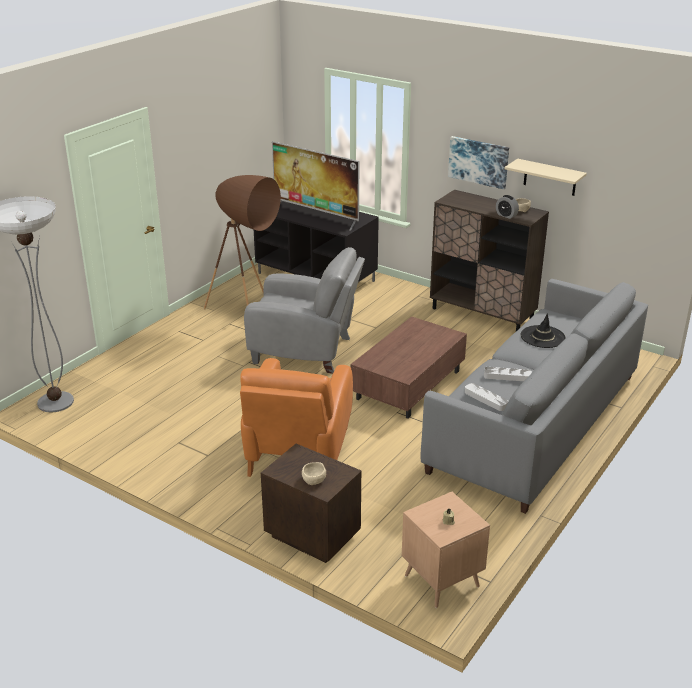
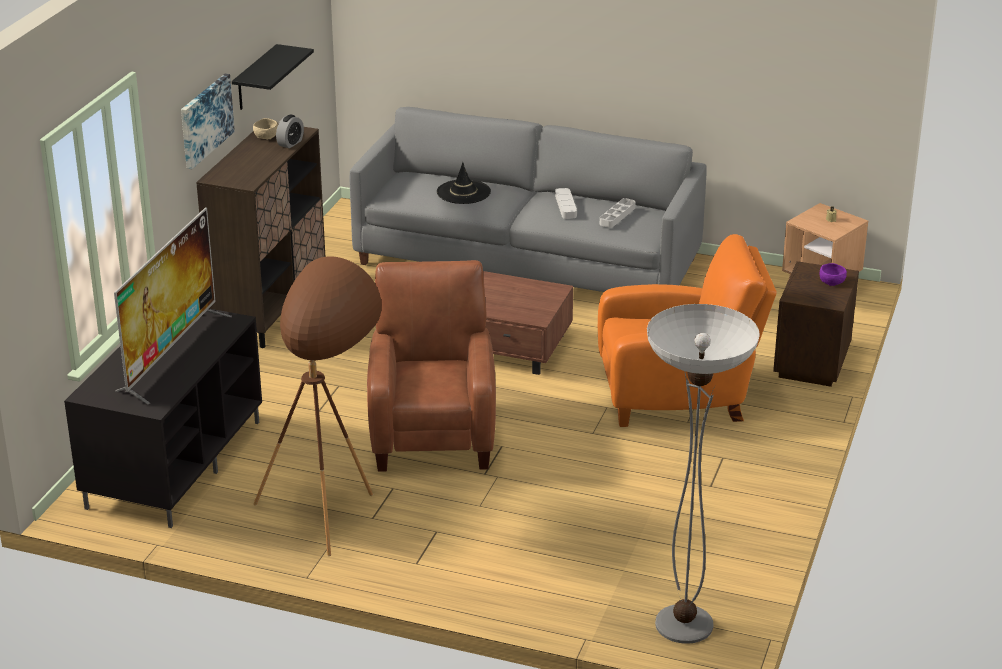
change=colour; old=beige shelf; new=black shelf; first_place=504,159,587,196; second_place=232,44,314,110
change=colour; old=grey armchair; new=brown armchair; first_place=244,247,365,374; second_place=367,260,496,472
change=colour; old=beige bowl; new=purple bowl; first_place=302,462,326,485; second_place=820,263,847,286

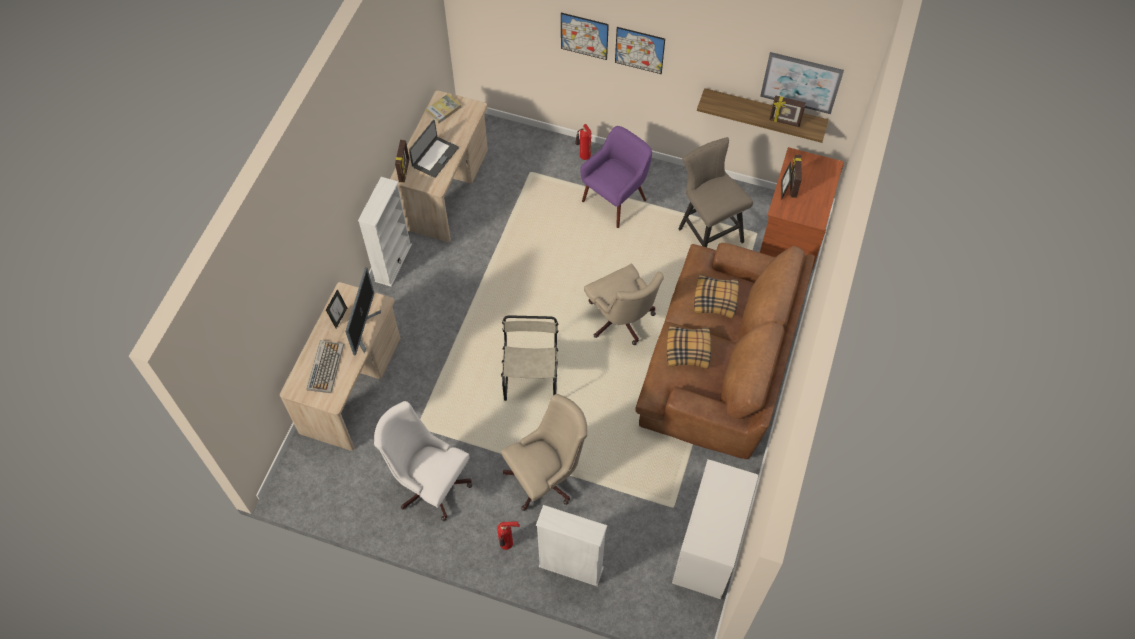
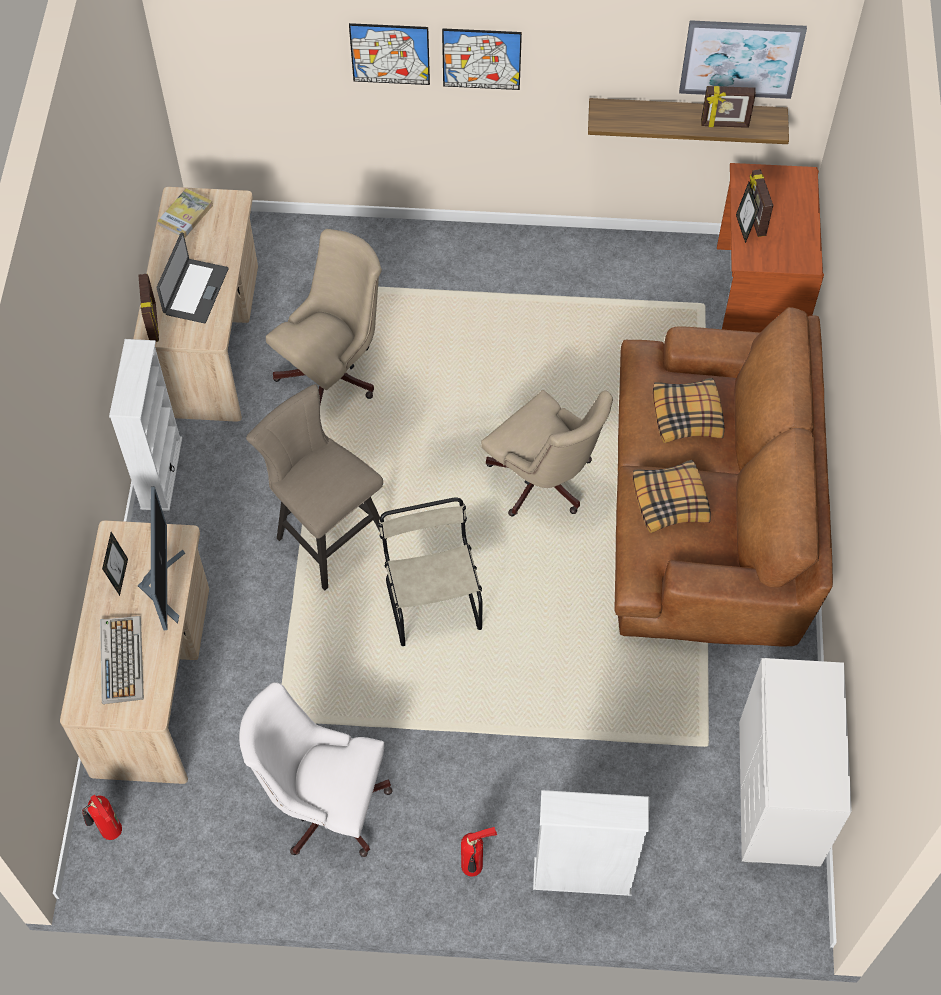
change=relocated; old=fire extinguisher; first_place=575,124,592,160; second_place=82,795,122,840
change=missing; old=purple armchair; first_place=580,126,652,228
change=relocated; old=beige stool; first_place=678,137,753,247; second_place=246,384,387,591
change=relocated; old=beige office chair; first_place=501,394,587,511; second_place=266,229,382,404

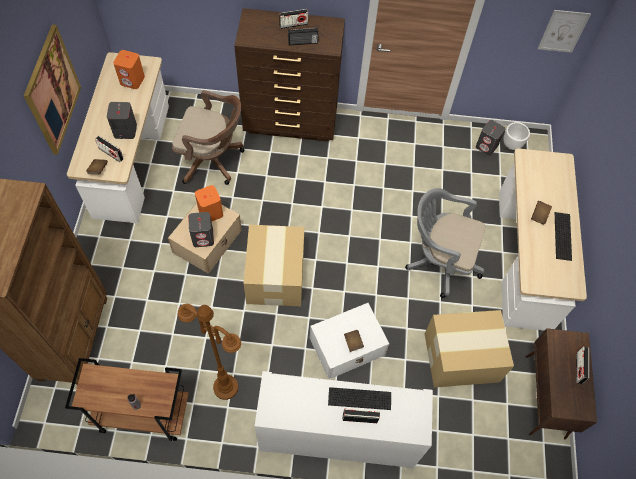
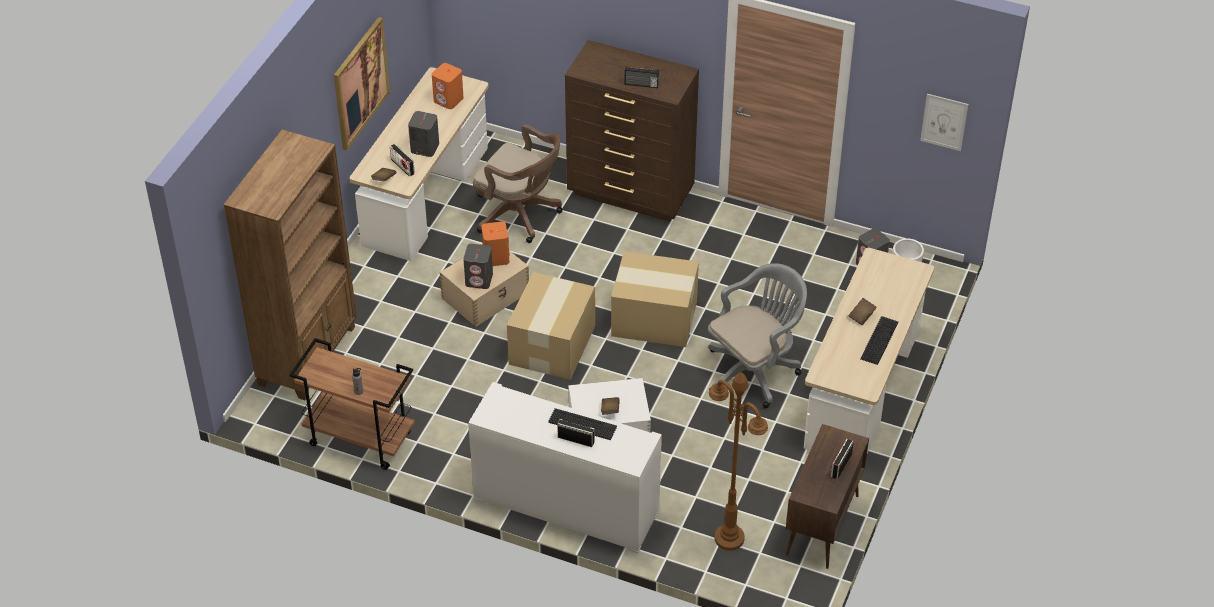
change=missing; old=radio; first_place=279,9,308,29
change=spun; old=grey office chair; first_place=405,188,486,298; second_place=708,263,807,408; degrees=105
change=relocated; old=brown floor lamp; first_place=178,304,241,400; second_place=709,372,768,550
change=relocated; old=cardboard box; first_place=425,310,514,388; second_place=611,251,699,347

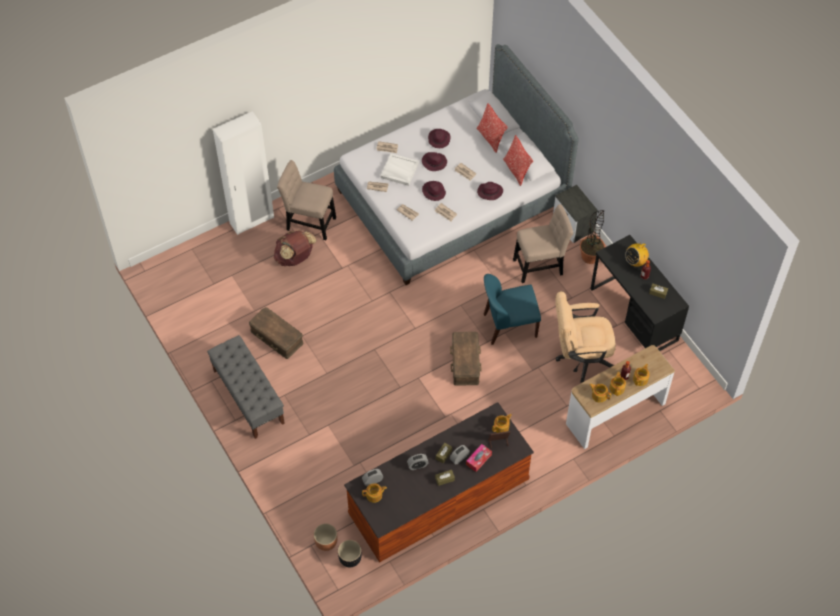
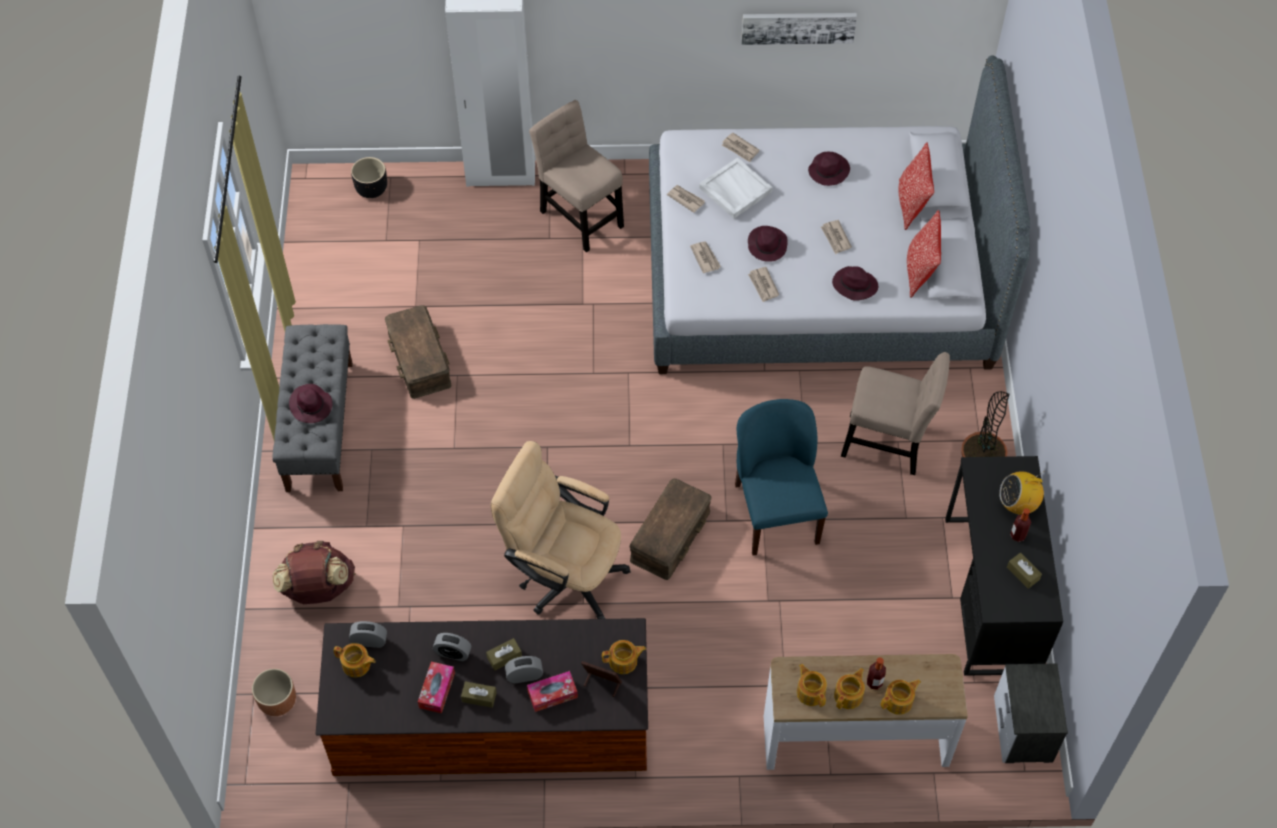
change=relocated; old=purple hat; first_place=422,152,447,171; second_place=289,384,333,423
change=relocated; old=nightstand; first_place=553,185,598,243; second_place=994,664,1068,763
change=relocated; old=brown backpack; first_place=274,230,316,266; second_place=272,541,356,604
change=spun; old=blue chair; first_place=484,274,541,345; second_place=735,399,828,556; degrees=60
change=relocated; old=beige office chair; first_place=555,291,616,383; second_place=490,441,631,619
change=relocated; old=black planter; first_place=338,540,362,567; second_place=351,157,387,198
change=appeared; new=picture; second_place=741,13,857,45
change=appeared; new=tissue box; second_place=418,662,455,713

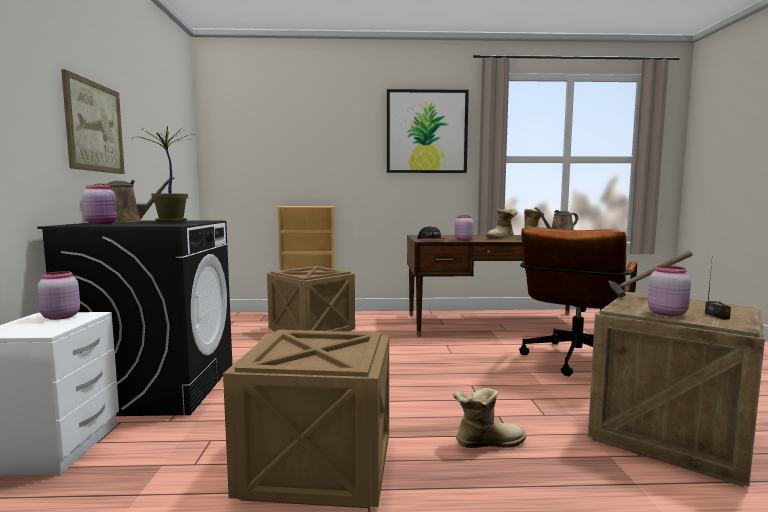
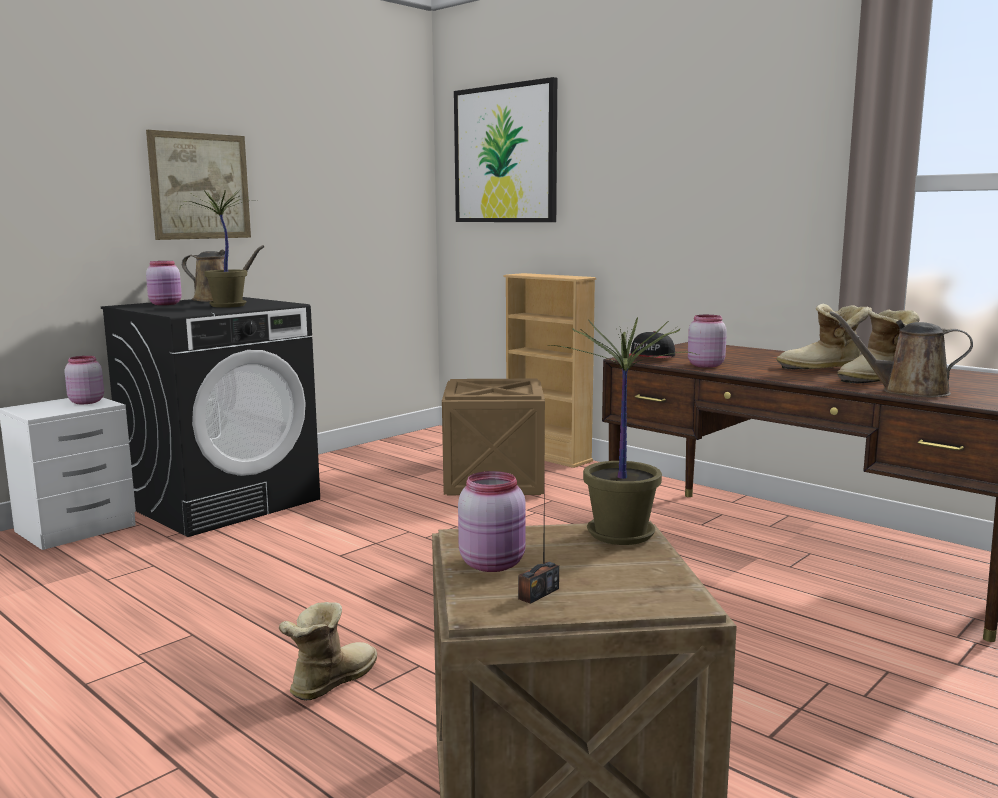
change=relocated; old=picture; first_place=387,89,469,173; second_place=454,77,557,222
change=missing; old=brown office chair; first_place=519,227,637,376
change=exchanged; old=hammer; new=potted plant; first_place=608,250,692,298; second_place=550,317,698,545
change=missing; old=crate; first_place=223,330,389,508
change=spun; old=boot; first_place=453,388,526,448; second_place=279,602,377,701; degrees=-90

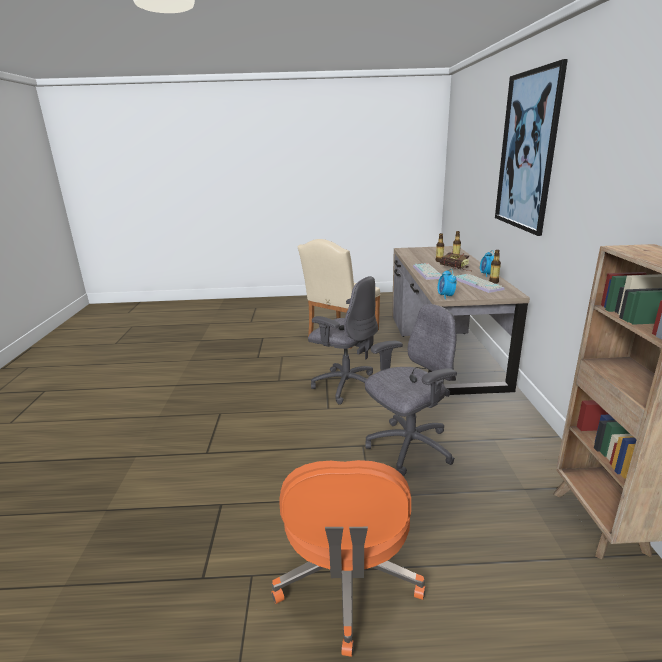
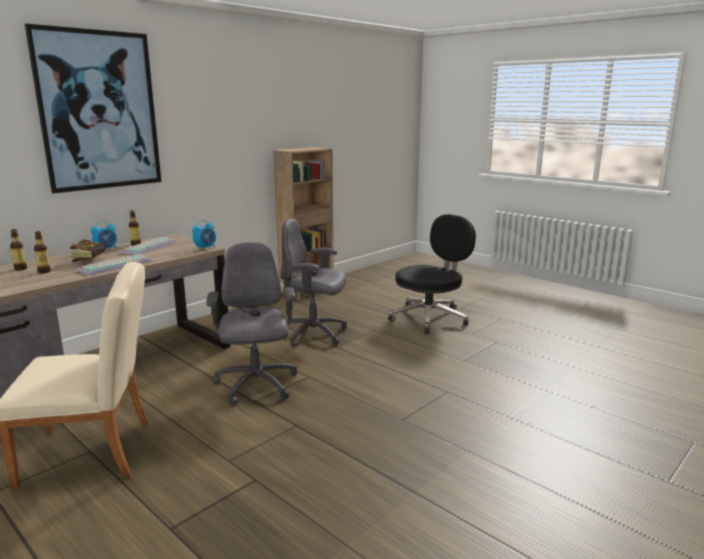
change=colour; old=orange office chair; new=black office chair; first_place=271,460,425,657; second_place=388,214,476,334

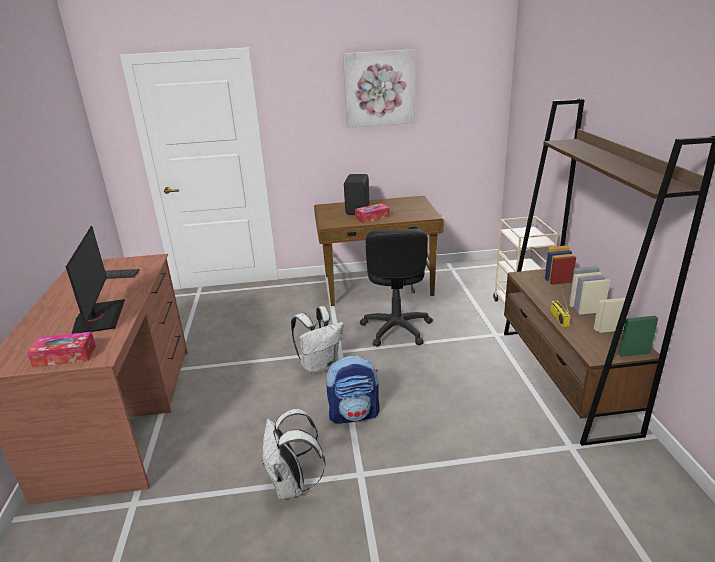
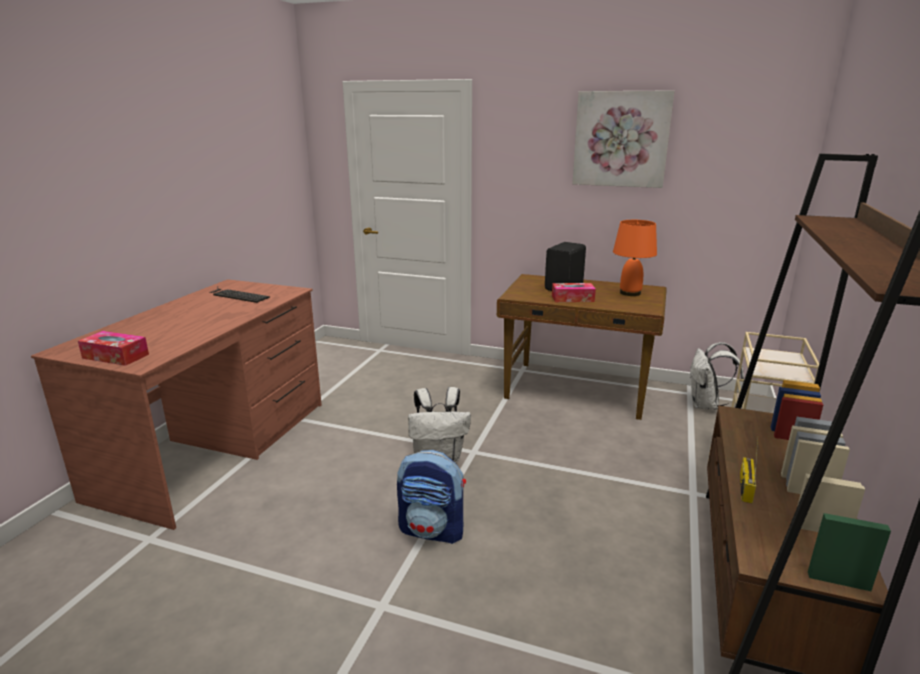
change=missing; old=monitor; first_place=66,226,125,334
change=missing; old=black office chair; first_place=360,229,433,347
change=relocated; old=white backpack; first_place=263,409,326,499; second_place=690,342,744,410
change=appeared; new=orange table lamp; second_place=613,220,657,296

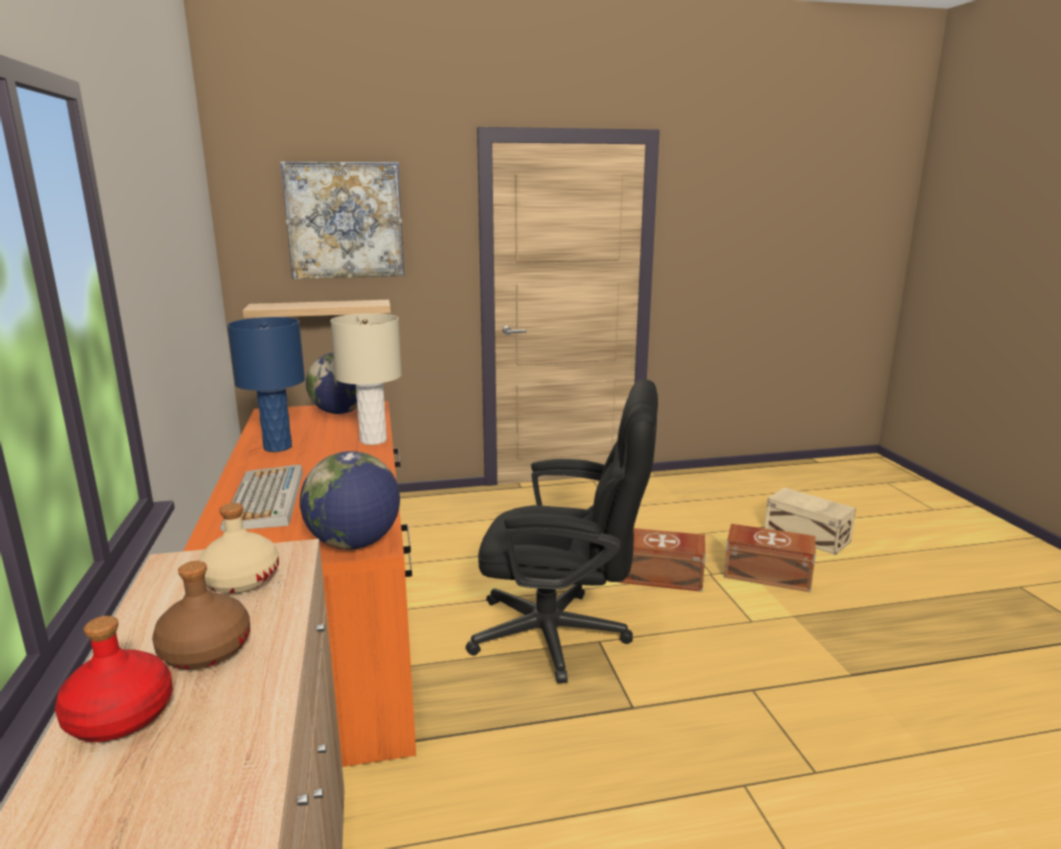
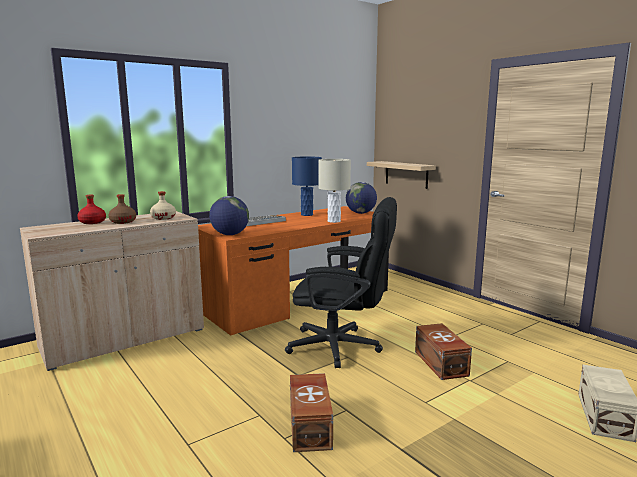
change=missing; old=picture; first_place=280,161,404,279
change=spun; old=black office chair; first_place=466,379,658,683; second_place=285,197,397,368; degrees=-60
change=relocated; old=brown storage box; first_place=724,524,816,592; second_place=290,373,333,452

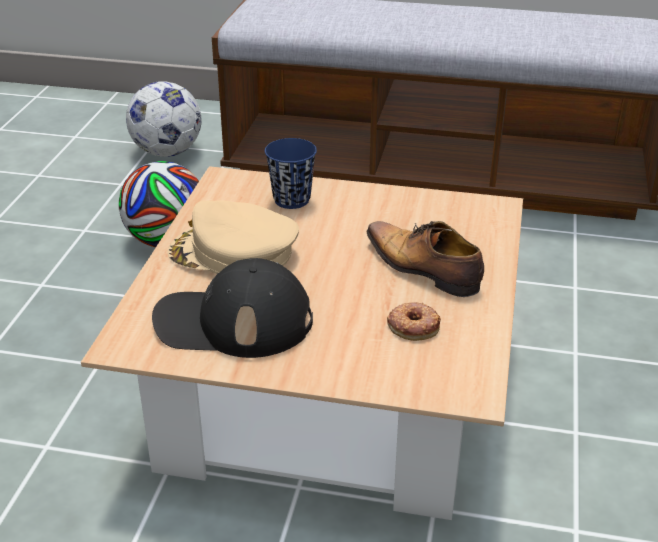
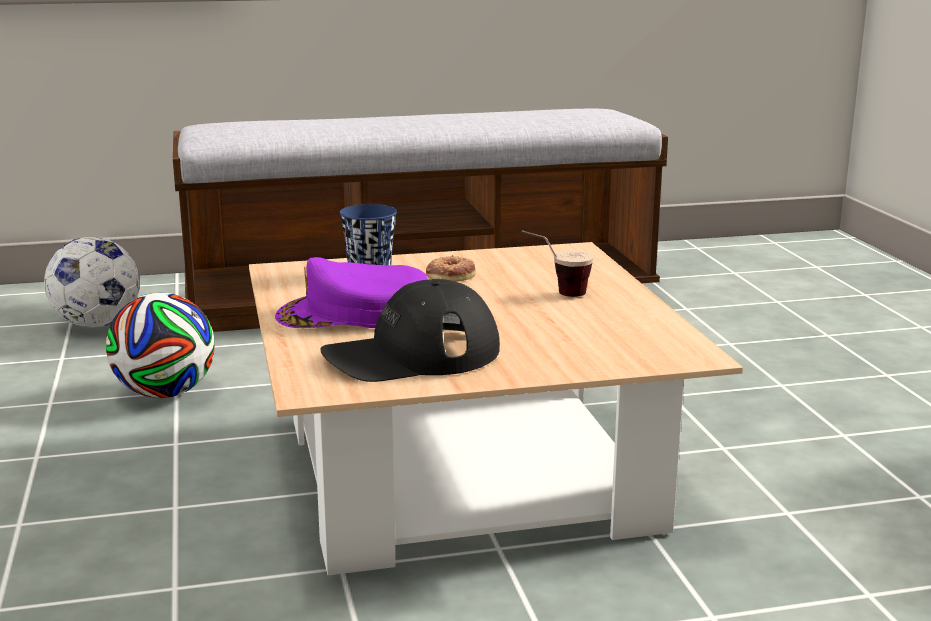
change=colour; old=beige cap; new=purple cap; first_place=168,200,299,274; second_place=275,257,428,328
change=exchanged; old=shoe; new=cup; first_place=366,221,484,297; second_place=521,231,594,297
change=relocated; old=donut; first_place=387,302,441,341; second_place=426,255,476,282

